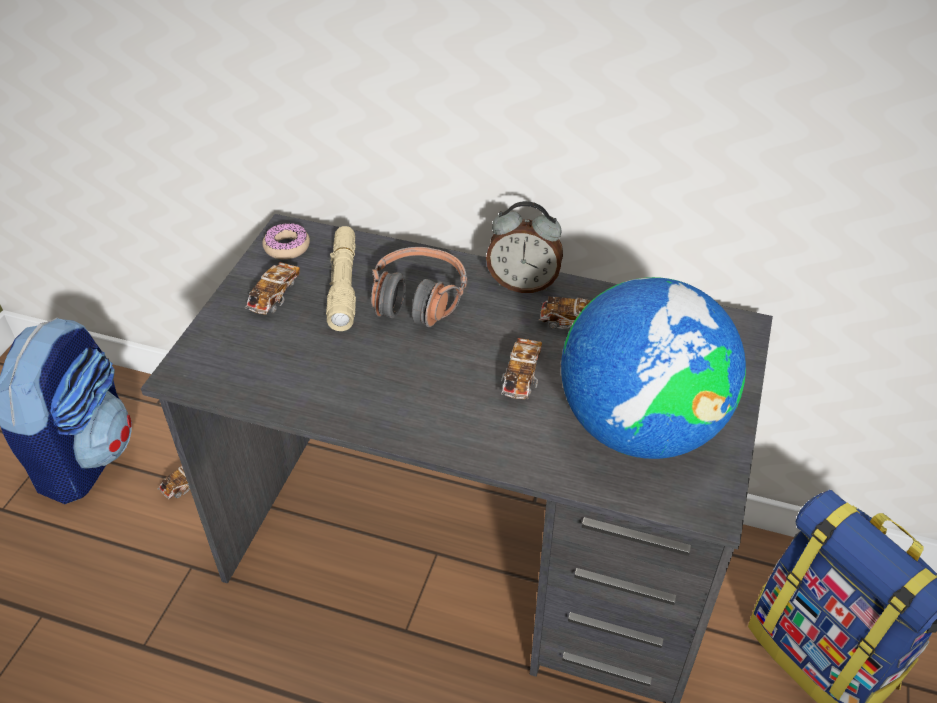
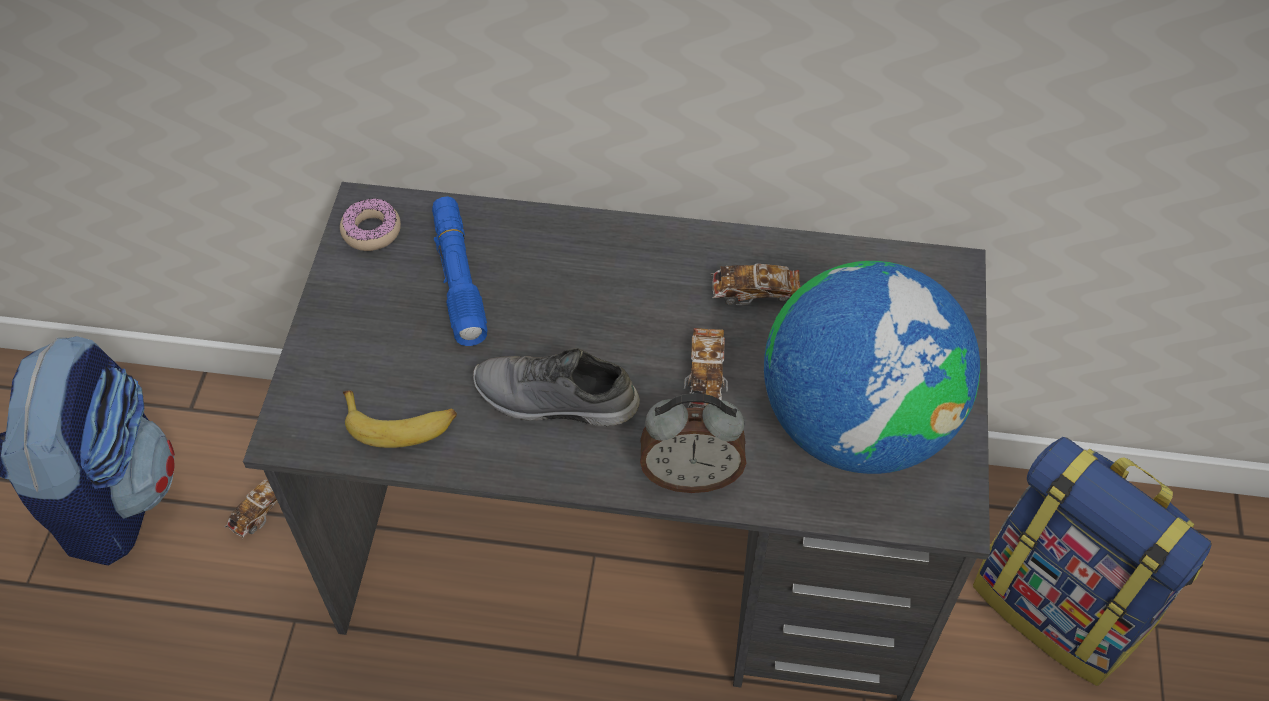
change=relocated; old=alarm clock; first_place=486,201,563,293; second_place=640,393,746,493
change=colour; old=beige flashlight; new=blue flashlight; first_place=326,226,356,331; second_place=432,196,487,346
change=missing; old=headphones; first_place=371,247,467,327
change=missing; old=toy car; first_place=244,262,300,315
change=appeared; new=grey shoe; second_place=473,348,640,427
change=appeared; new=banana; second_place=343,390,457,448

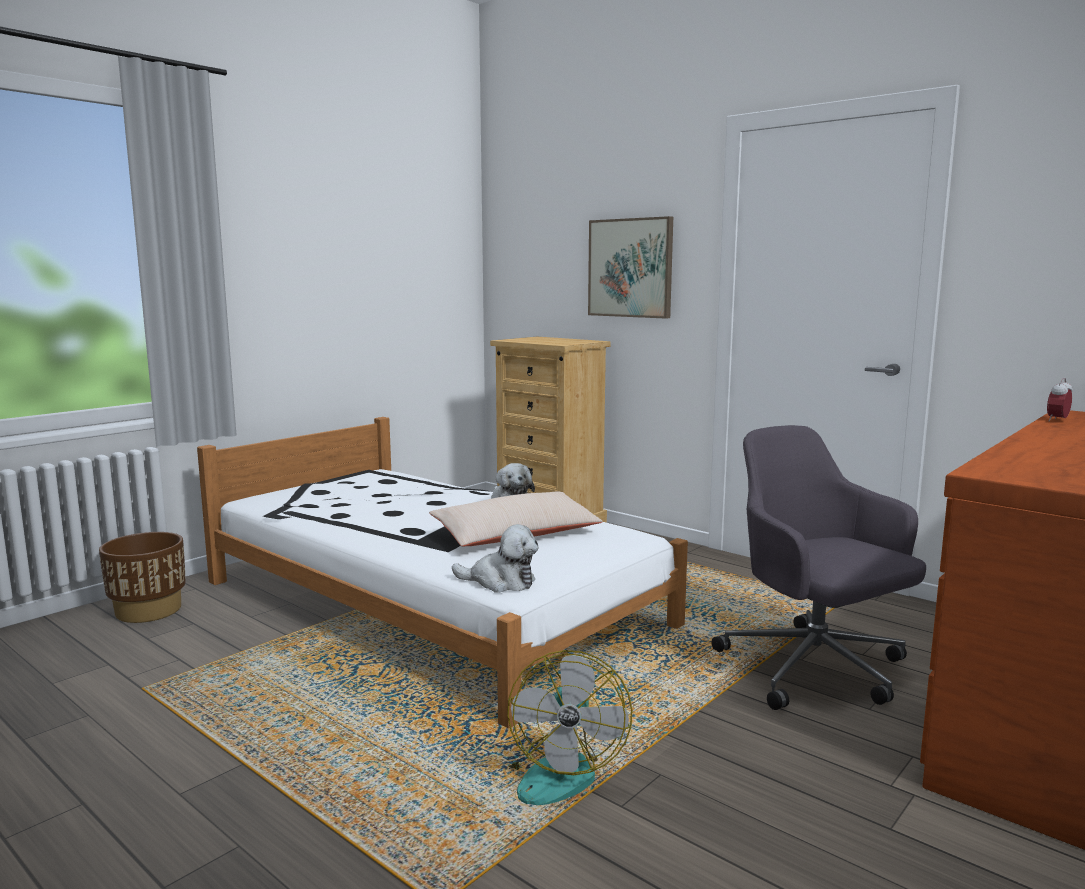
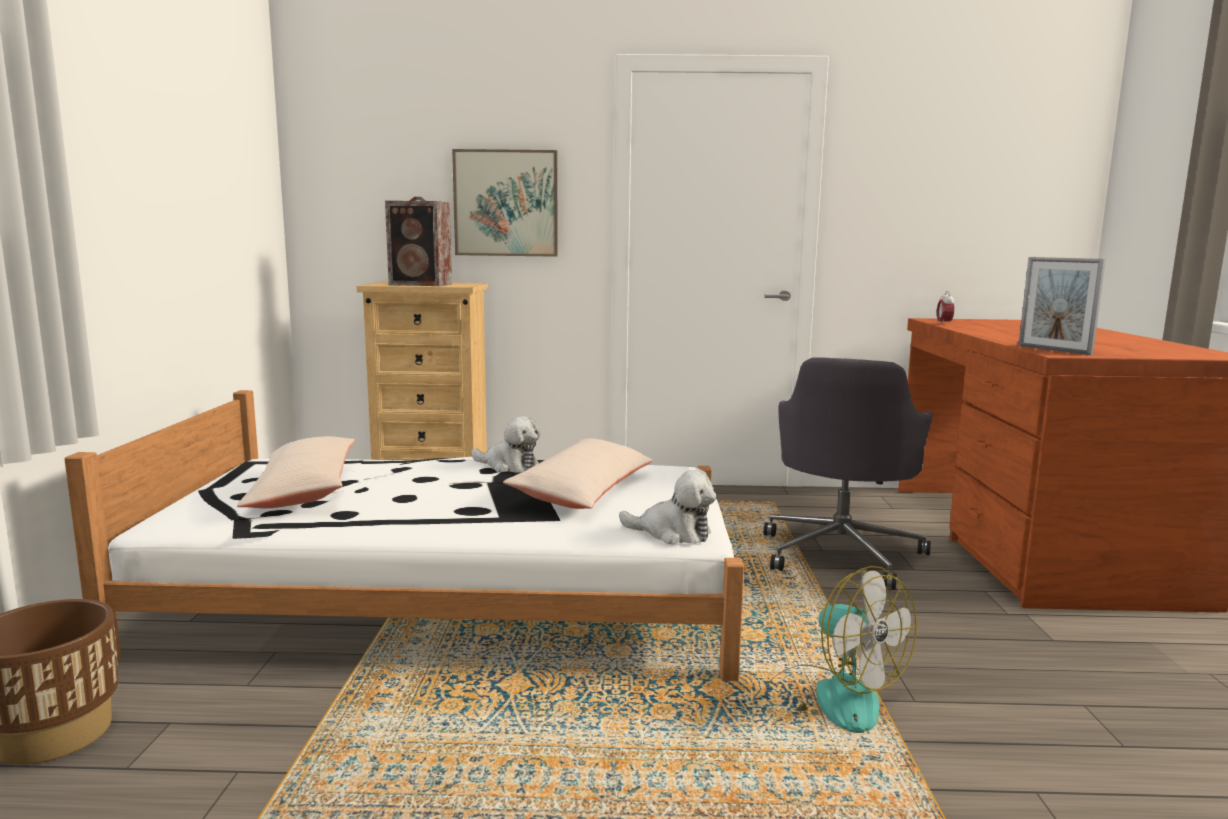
change=spun; old=grey office chair; first_place=712,425,926,710; second_place=763,357,933,590; degrees=-90
change=spun; old=plush toy; first_place=452,524,538,592; second_place=619,470,717,544; degrees=45
change=appeared; new=speaker; second_place=385,197,452,286
change=appeared; new=picture frame; second_place=1018,257,1106,355
change=appeared; new=beige pillow; second_place=237,436,355,508

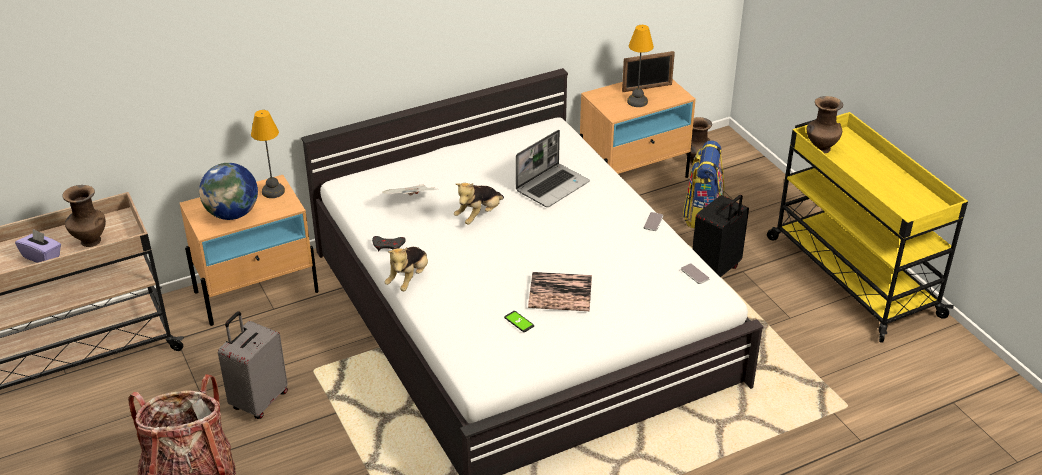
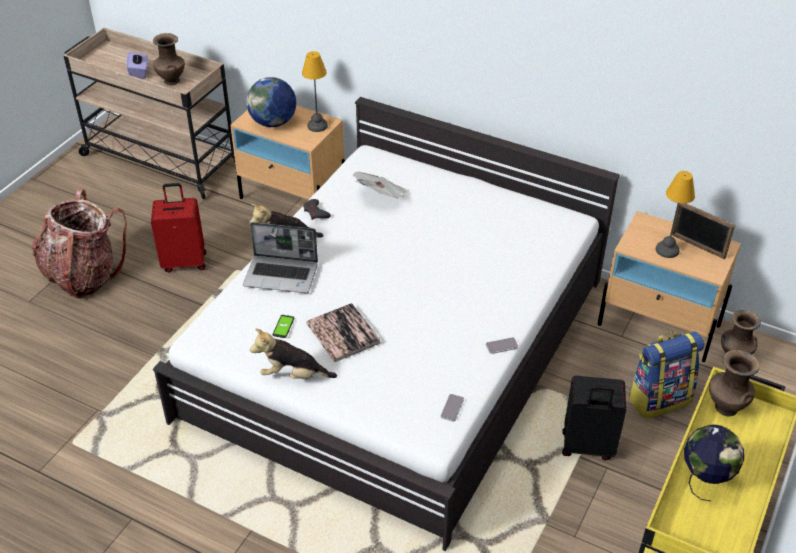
change=relocated; old=laptop; first_place=516,130,590,207; second_place=243,222,318,293
change=relocated; old=plush toy; first_place=454,183,504,225; second_place=250,329,337,379
change=colour; old=grey suitcase; new=red suitcase; first_place=218,311,288,419; second_place=151,183,206,273
change=appeared; new=globe; second_place=684,425,744,501

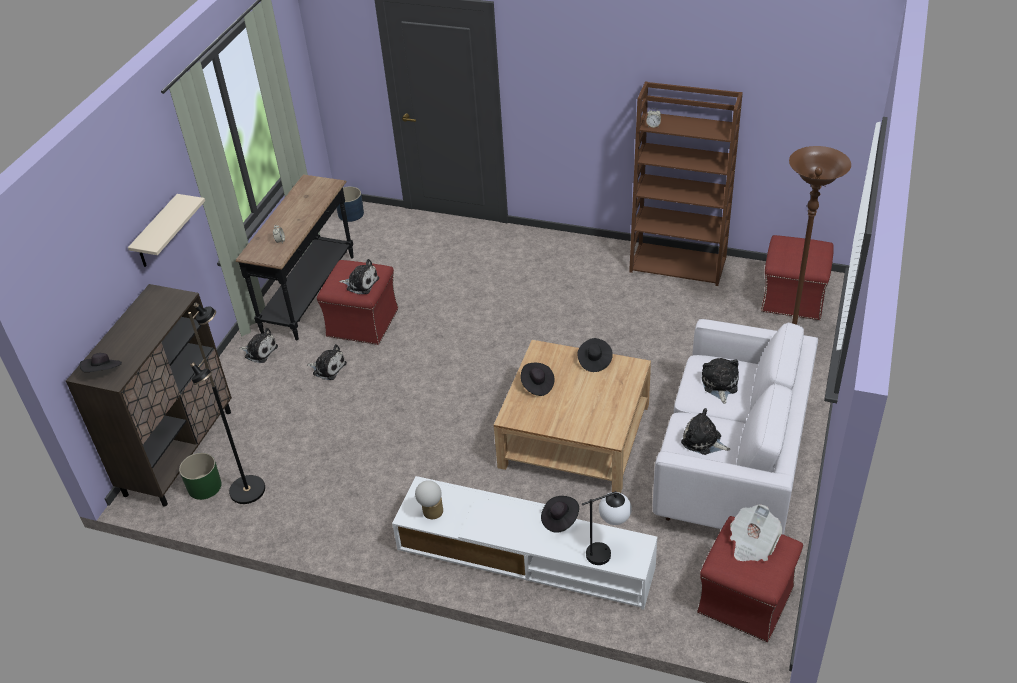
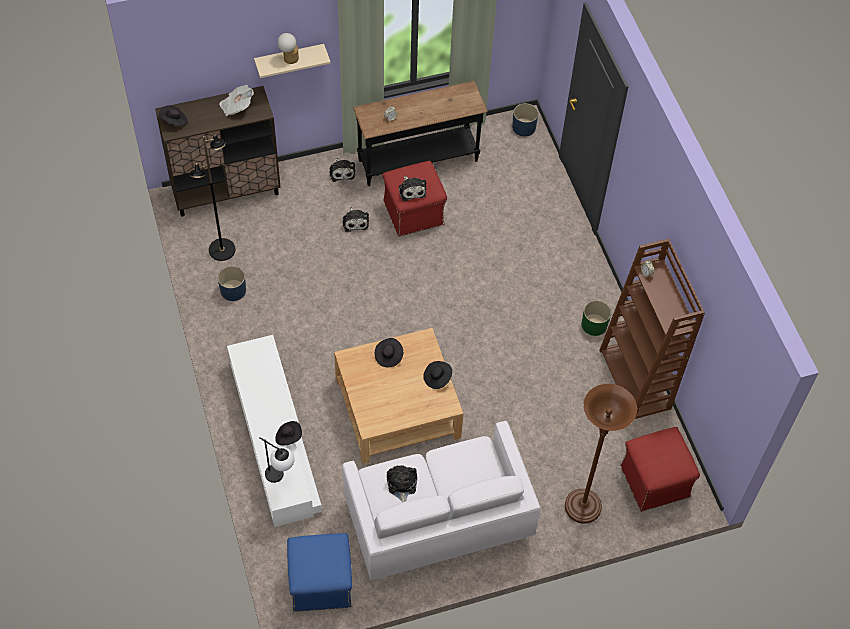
change=missing; old=plush toy; first_place=702,358,739,404
change=relocated; old=green planter; first_place=179,453,222,500; second_place=582,300,611,336
change=relocated; old=table lamp; first_place=415,480,443,519; second_place=277,33,299,64
change=relocated; old=newspaper; first_place=730,504,782,561; second_place=219,85,254,116
change=colour; old=red ottoman; new=blue ottoman; first_place=697,516,803,642; second_place=287,533,352,612
change=appeared; new=blue planter; second_place=218,266,246,301

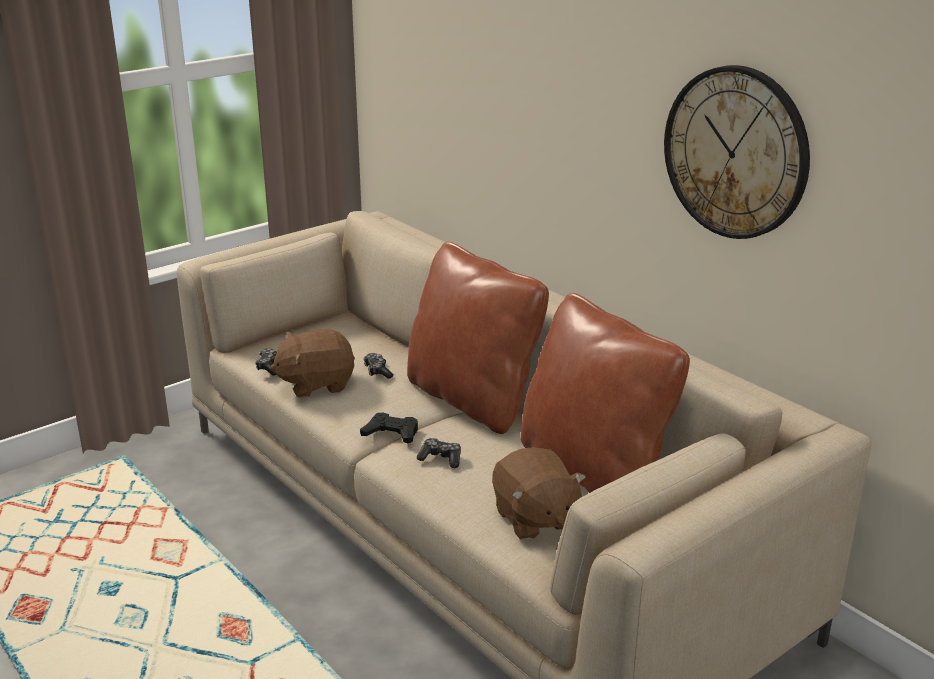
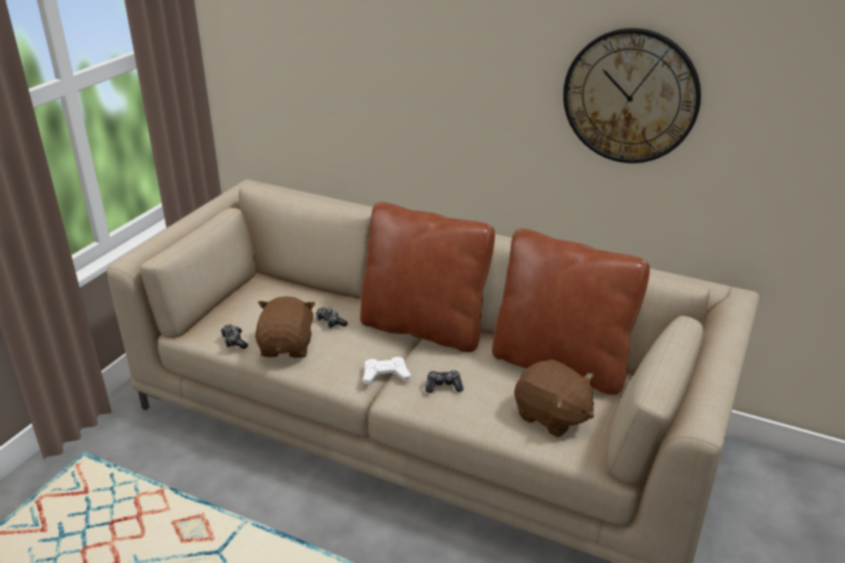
change=spun; old=brown plush toy; first_place=270,329,355,398; second_place=255,296,316,358; degrees=135
change=colour; old=black game controller; new=white game controller; first_place=360,413,418,443; second_place=363,357,411,384

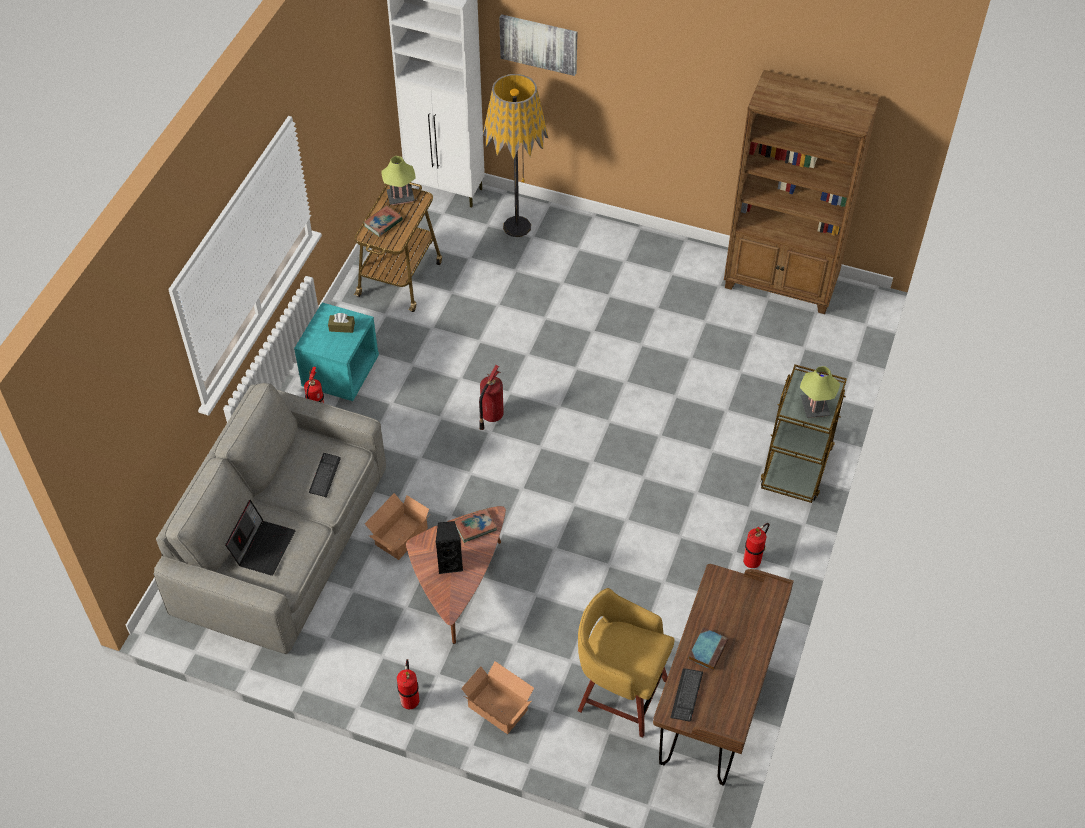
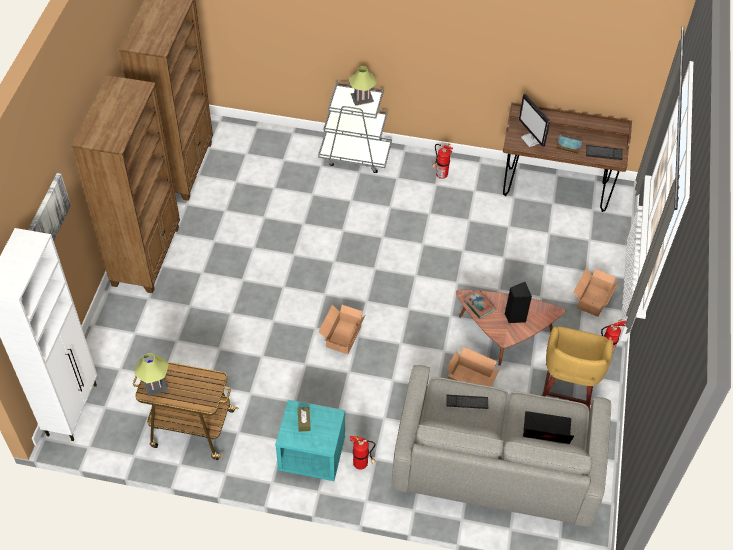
change=missing; old=floor lamp; first_place=483,74,548,237
change=missing; old=book; first_place=363,205,403,237
change=exchanged; old=fire extinguisher; new=cardboard box; first_place=479,365,504,430; second_place=319,305,365,354
change=colour; old=brown cart; new=grey cart; first_place=760,365,847,503; second_place=318,82,392,173
change=relocated; old=yellow stool; first_place=578,588,675,738; second_place=542,327,613,411
change=appeared; new=brown bookcase; second_place=71,75,180,293
change=appeared; new=monitor; second_place=519,94,551,147

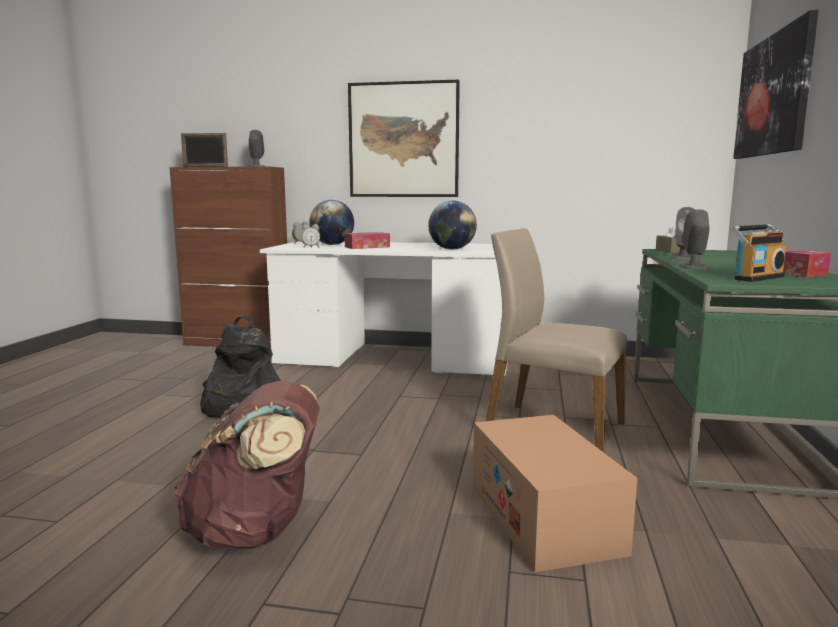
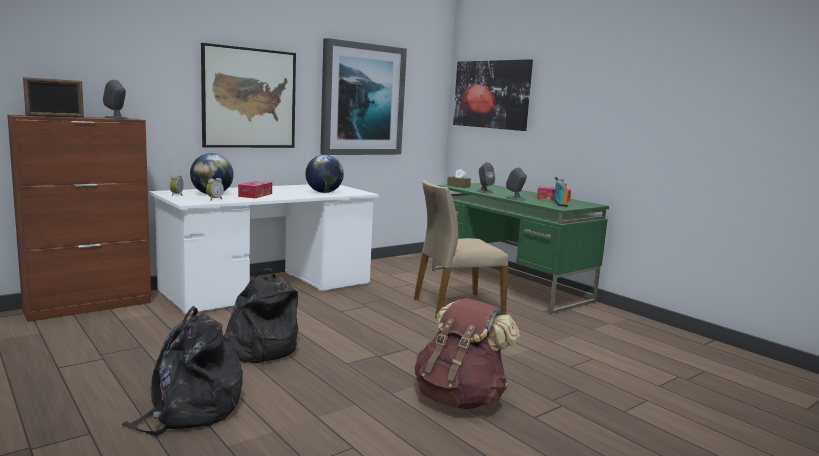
change=missing; old=cardboard box; first_place=473,415,637,572
change=appeared; new=picture; second_place=320,38,407,155
change=appeared; new=black backpack; second_place=121,306,243,436

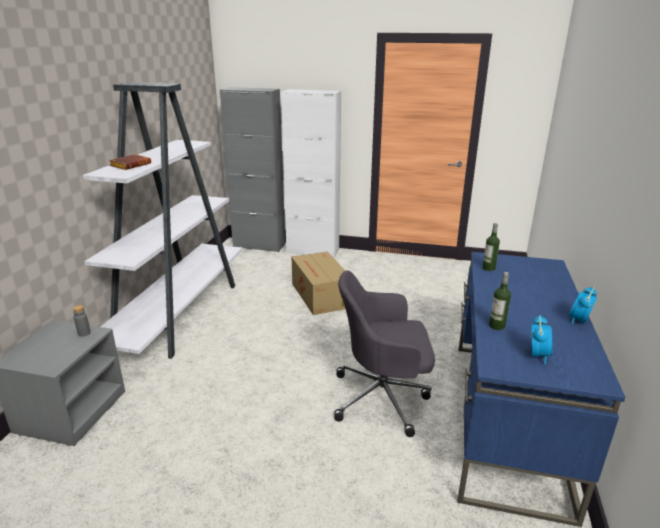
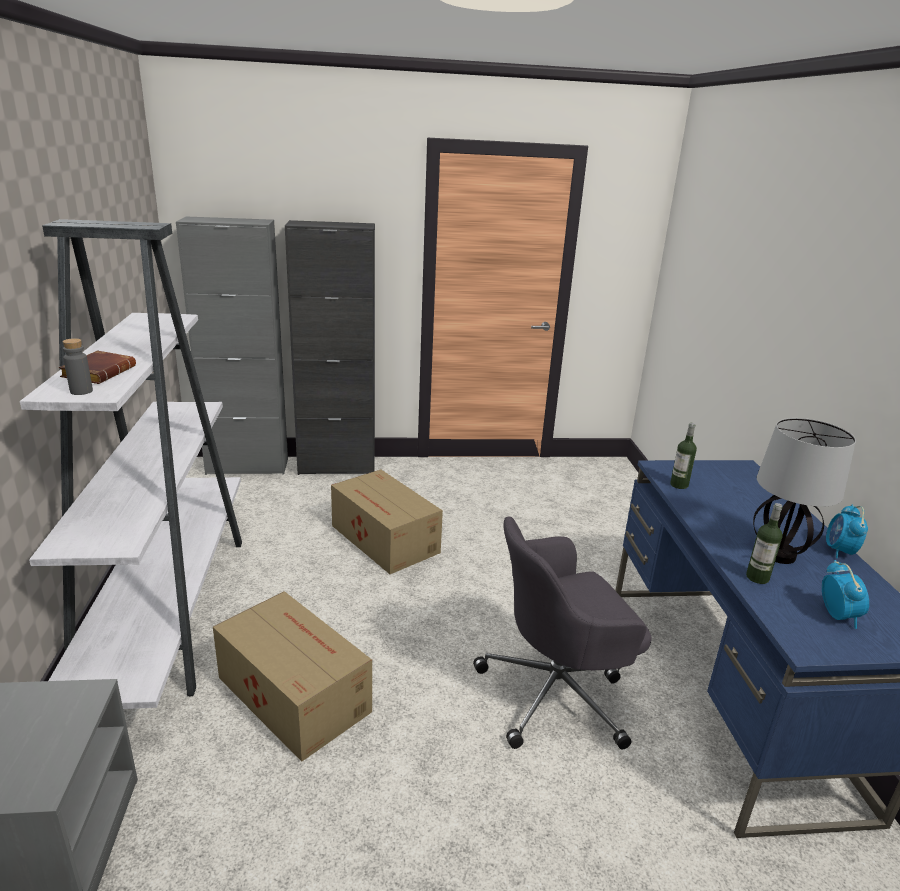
change=colour; old=white cabinet; new=black cabinet; first_place=281,89,341,258; second_place=285,220,375,475
change=relocated; old=grey bottle; first_place=73,305,91,337; second_place=62,338,93,395
change=appeared; new=table lamp; second_place=753,418,856,564
change=appeared; new=cardboard box; second_place=213,591,372,762

